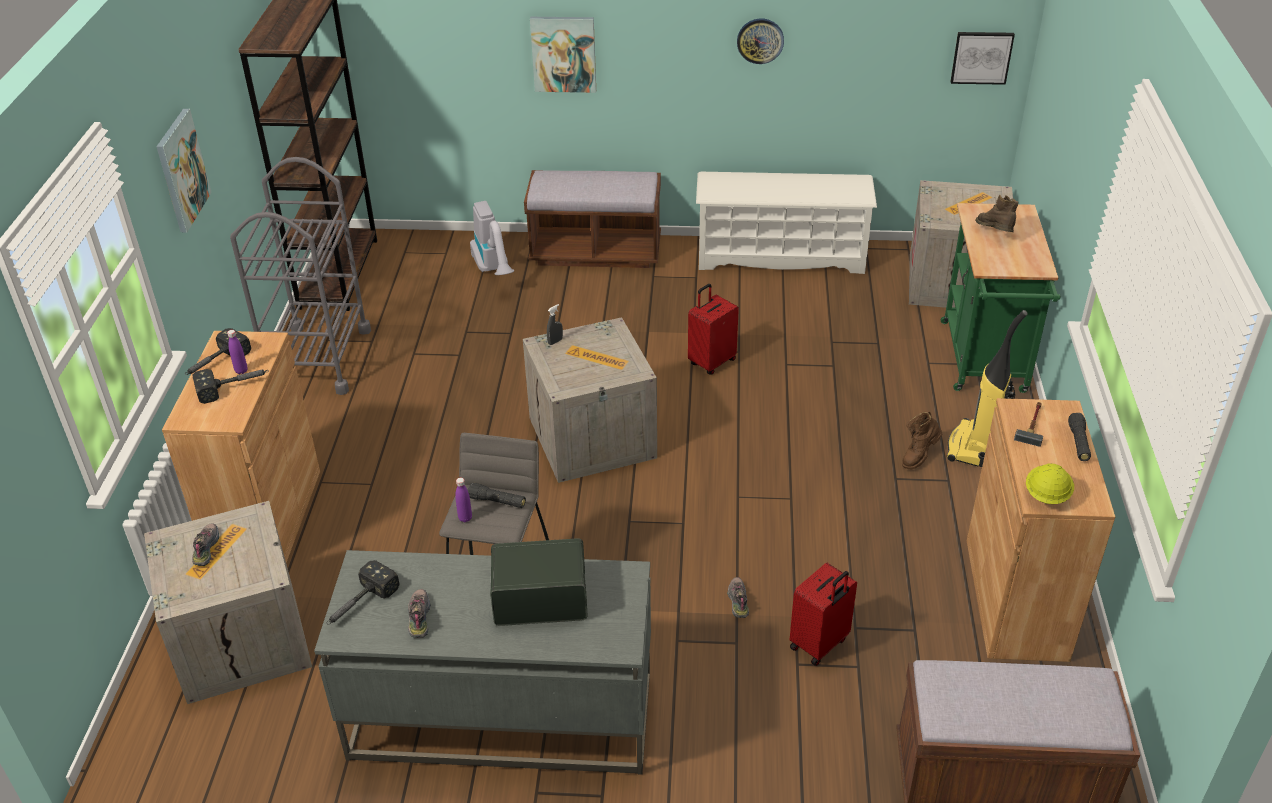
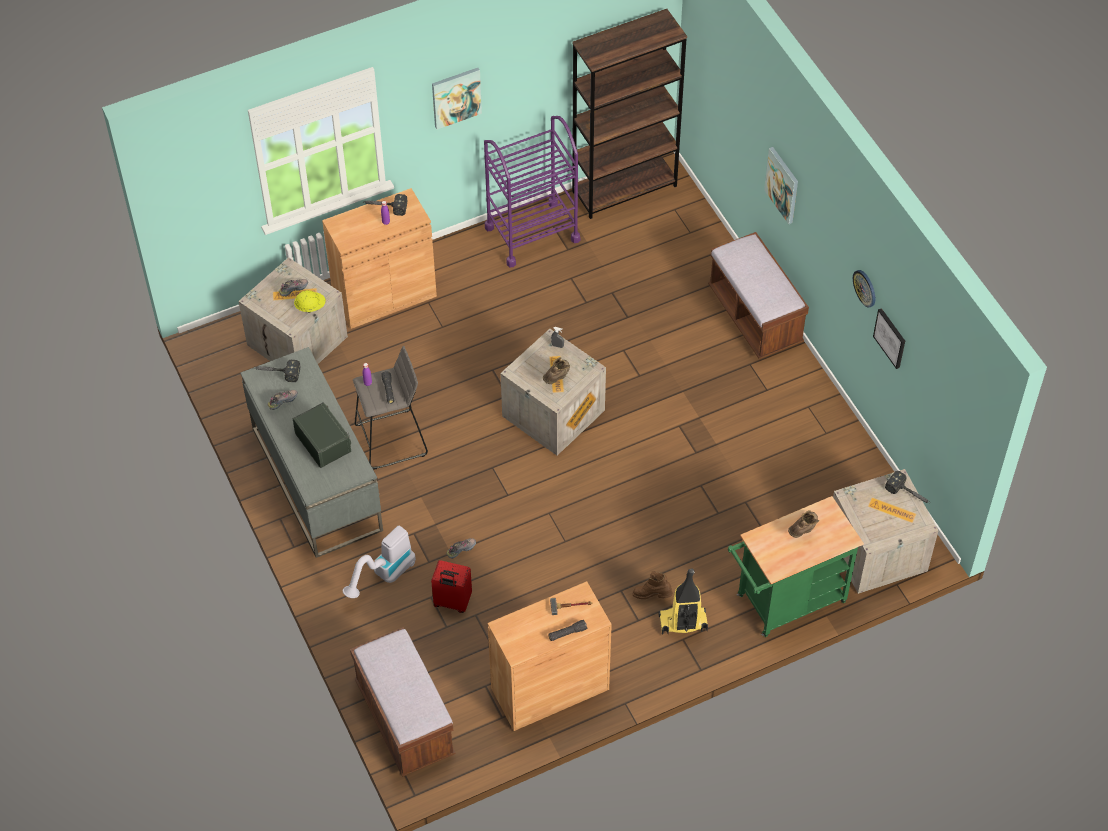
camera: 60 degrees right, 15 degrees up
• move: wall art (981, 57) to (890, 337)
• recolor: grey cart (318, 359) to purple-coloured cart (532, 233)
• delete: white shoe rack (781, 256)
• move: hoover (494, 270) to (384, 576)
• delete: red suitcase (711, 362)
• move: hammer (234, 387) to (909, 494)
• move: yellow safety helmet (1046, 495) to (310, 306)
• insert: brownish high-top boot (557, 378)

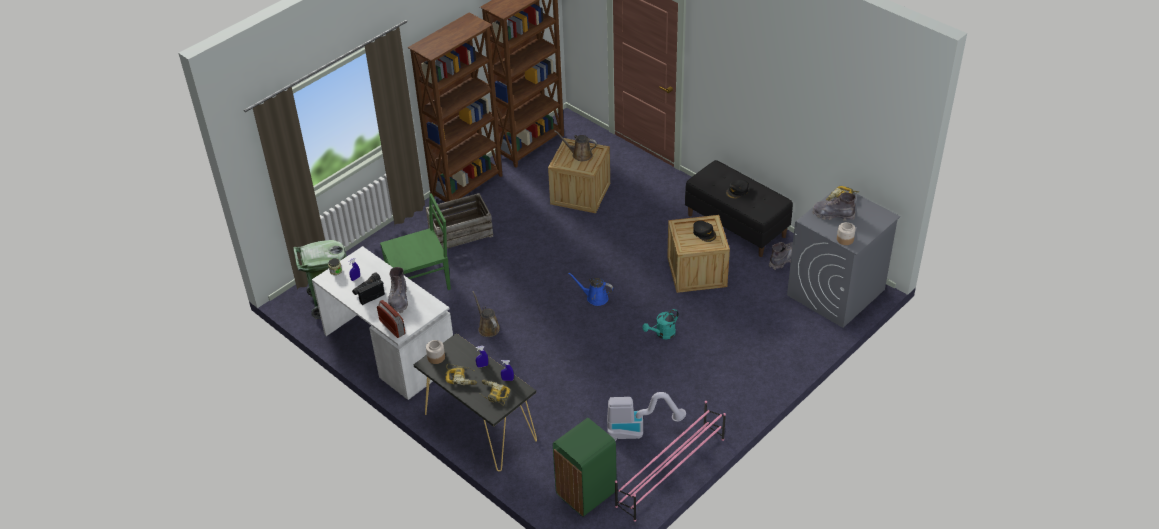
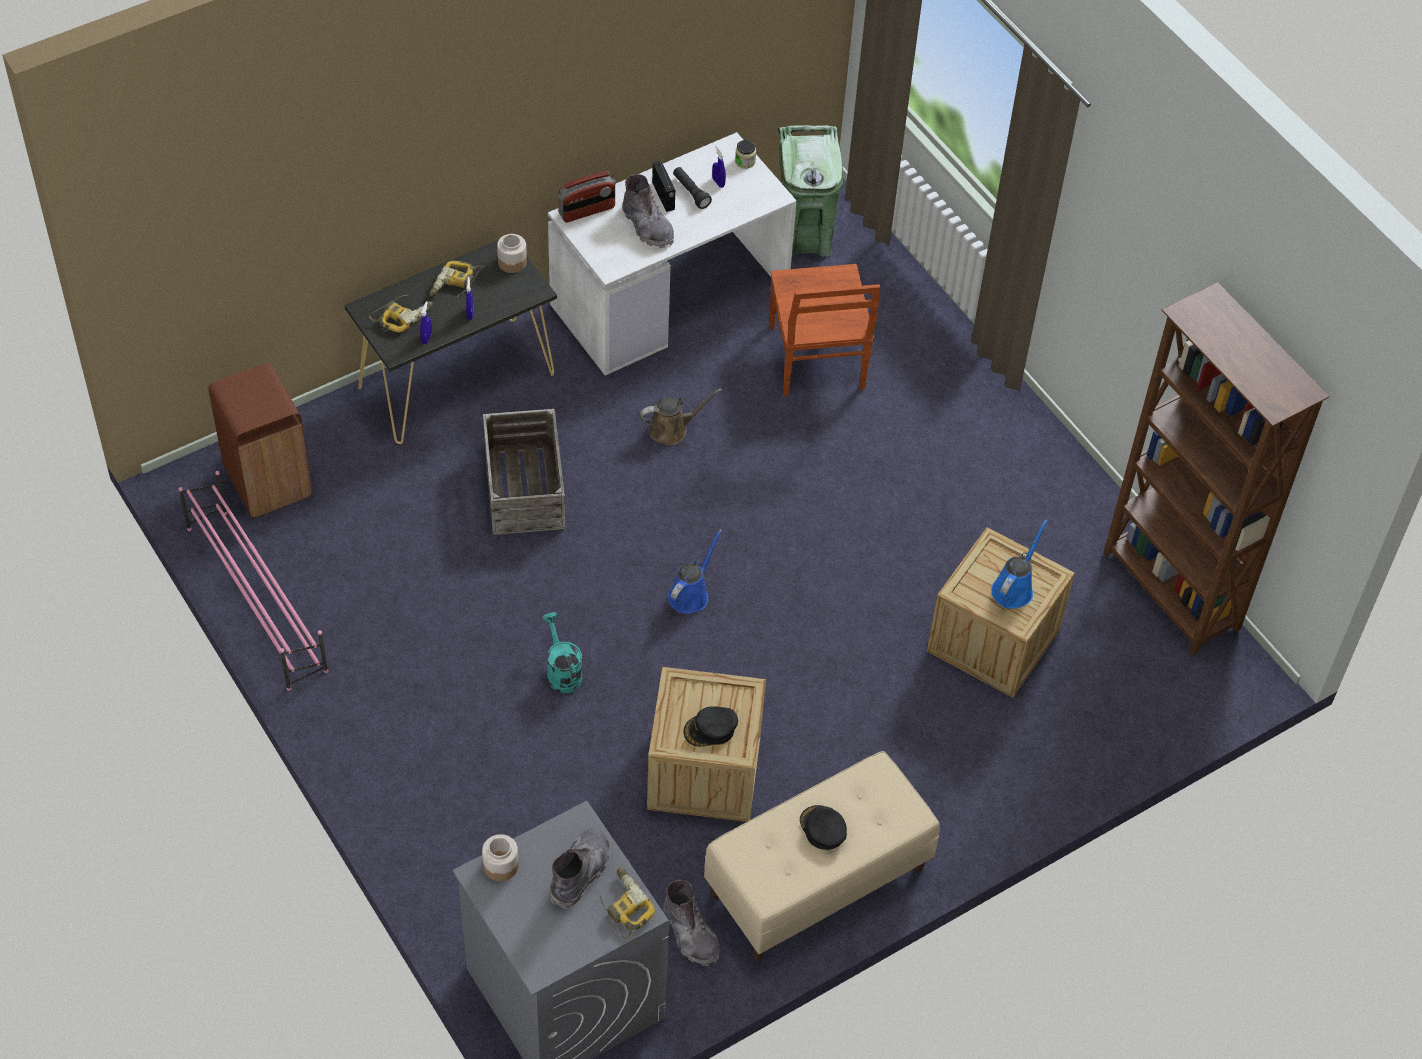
camera: 100 degrees right, 10 degrees up
• delete: brownish shelving unit (468, 186)
• recolor: brownish sprinkling can (580, 155) to blue sprinkling can (1014, 588)
• recolor: blackish long seat (737, 225) to beige-coloured long seat (817, 883)
• recolor: green-coloured plain chair (420, 282) to brownish plain chair (816, 359)
• move: packing crate (460, 233) to (523, 488)
• rotate: grey high-top boot (399, 299) = (647, 226) 135 degrees counterclockwise
• delete: hoover (638, 430)
• recolor: green-coloured trash can (585, 493) to brownish trash can (269, 481)

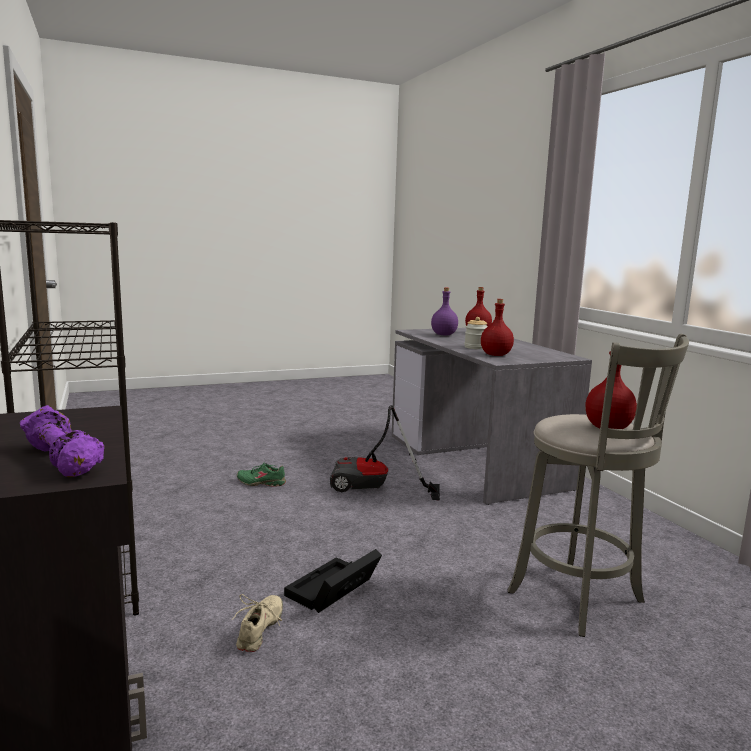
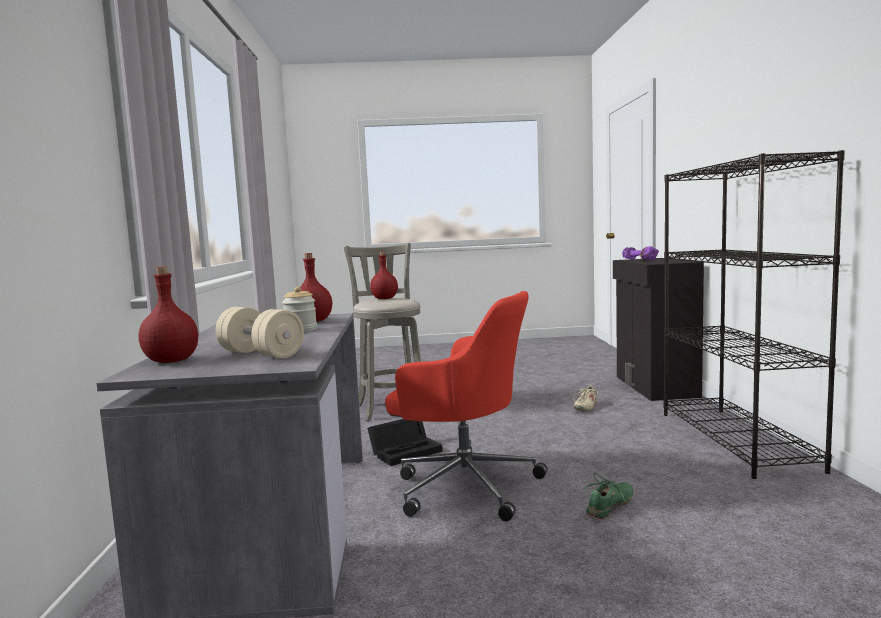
camera: 160 degrees left, 5 degrees down
• replace: purple-coloured bottle (444, 335) to beige-coloured dumbbell (261, 354)
• replace: hoover (374, 490) to red office chair (464, 485)
• rotate: green-coloured item of footwear (261, 483) = (610, 507) 75 degrees counterclockwise
• move: blackish storage bin (332, 591) to (406, 451)

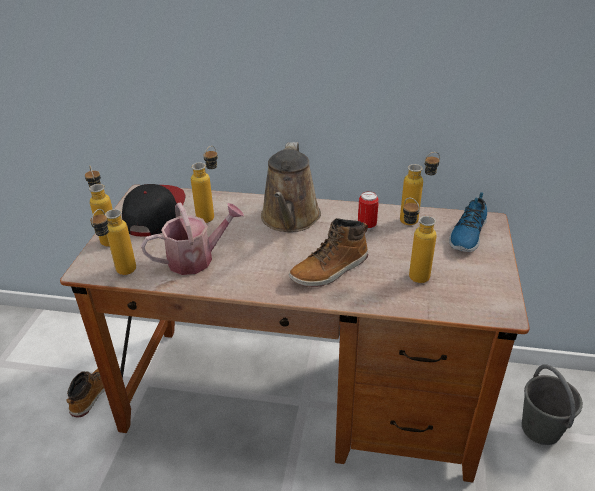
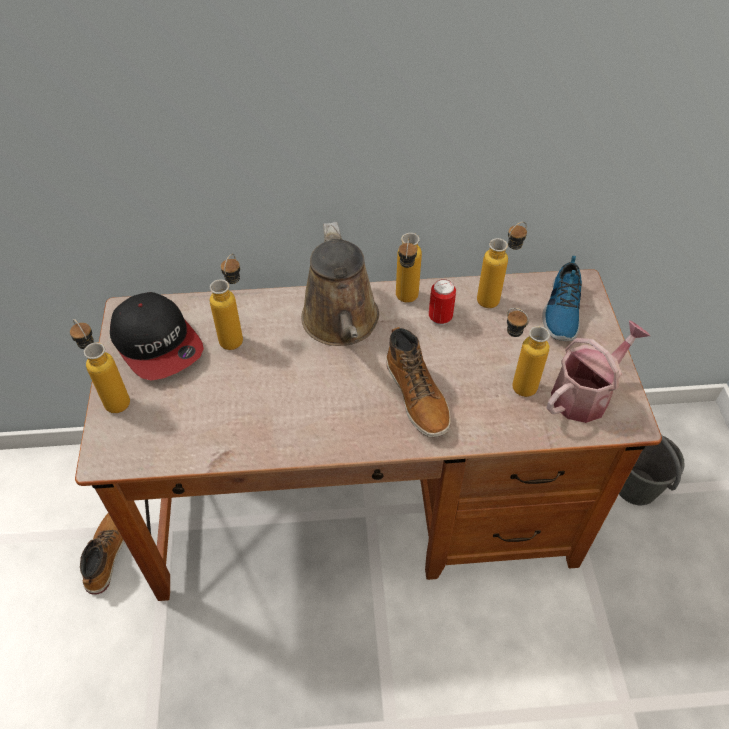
camera: 15 degrees left, 15 degrees up
• rotate: cap (154, 212) = (158, 343) 150 degrees clockwise
• move: sprinkling can (197, 259) to (585, 394)
• move: bottle (121, 274) to (405, 302)
• rotate: high-top boot (330, 270) = (417, 396) 60 degrees counterclockwise

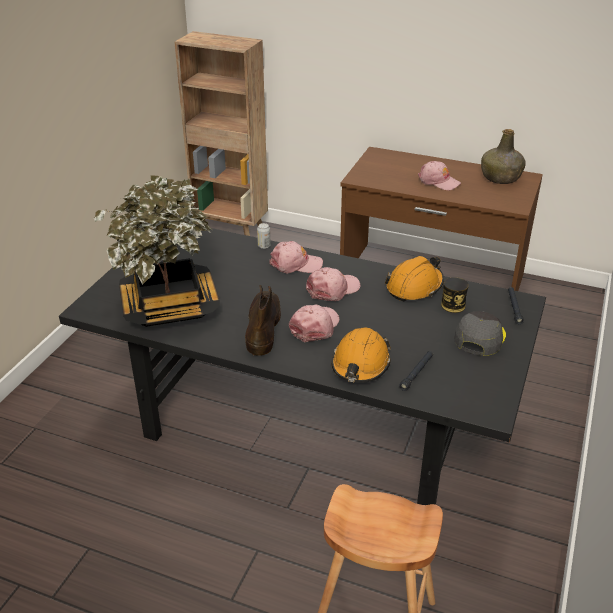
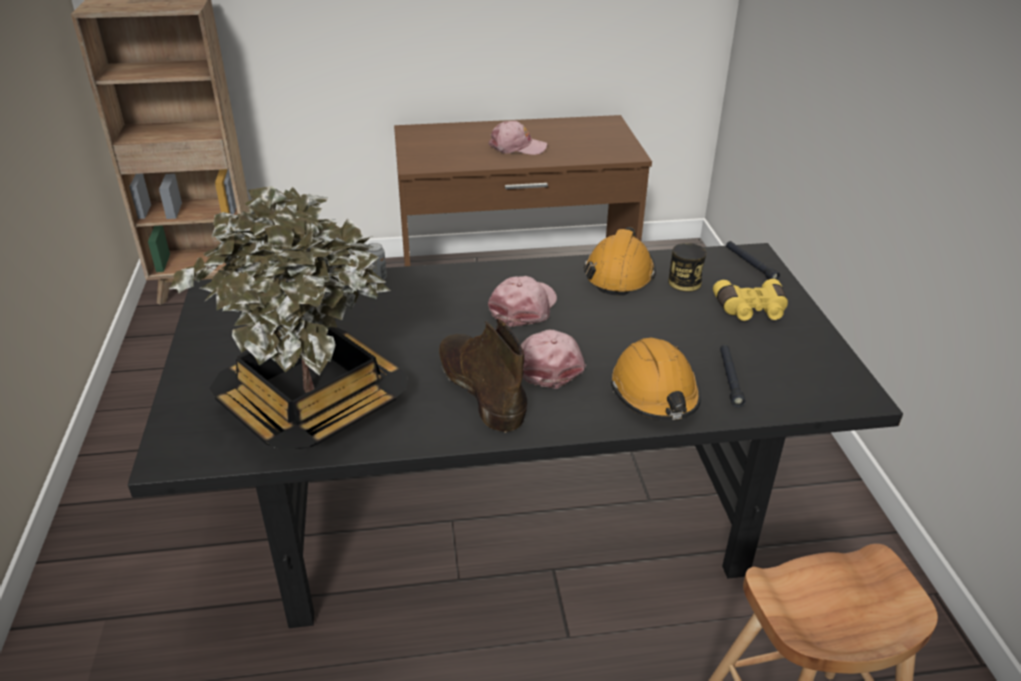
camera: 30 degrees left, 0 degrees up
• delete: green-coloured bottle (501, 178)
• delete: pink-coloured cap (295, 264)
• replace: grey cap (479, 337) to yellow binoculars (751, 310)

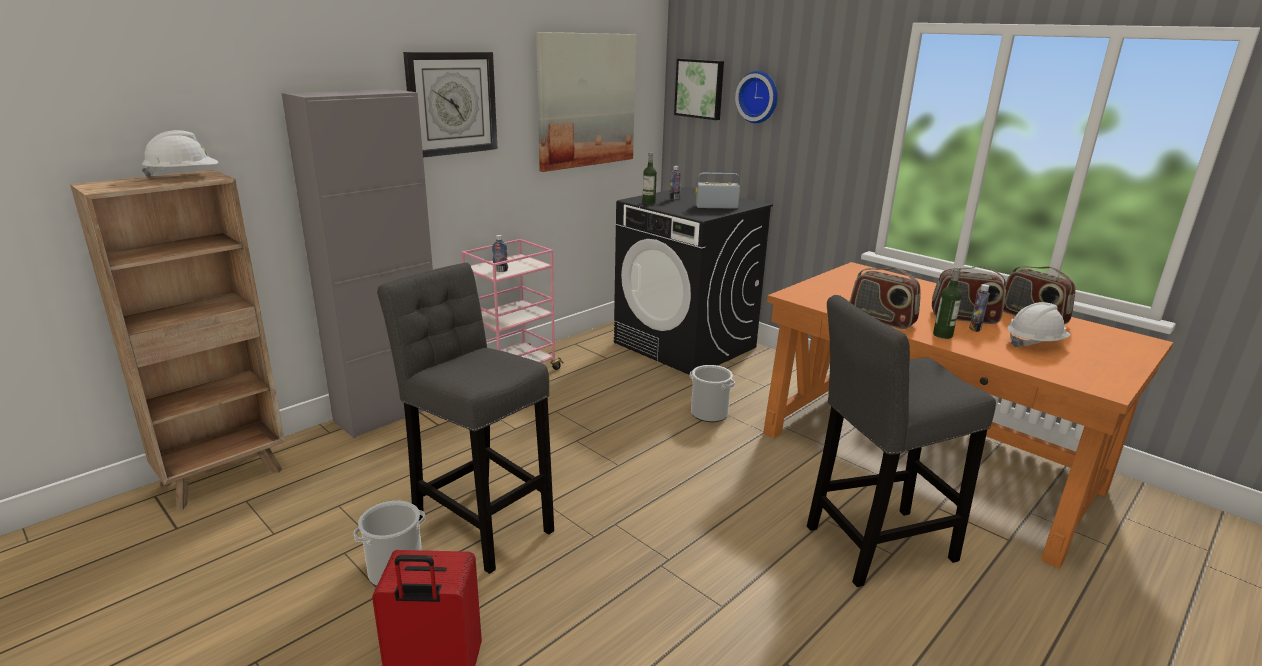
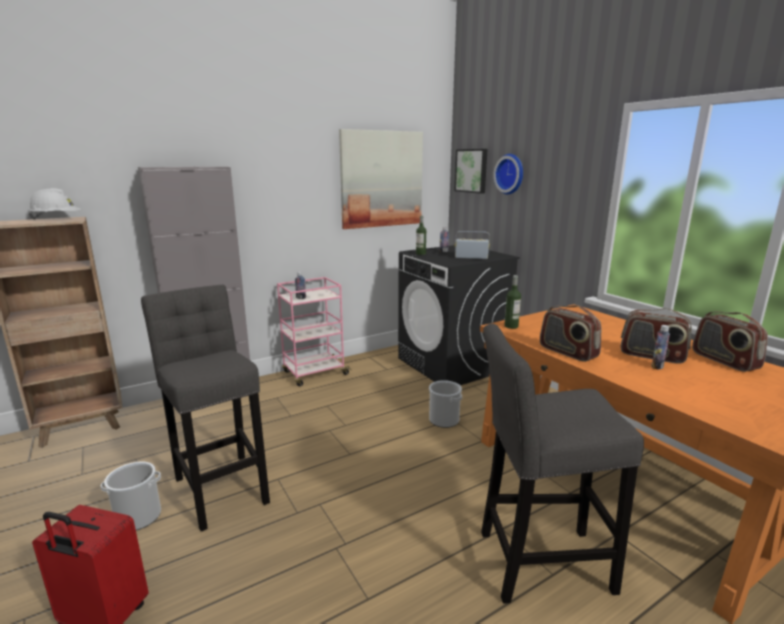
camera: 15 degrees right, 5 degrees down
• delete: wall clock (452, 103)
• move: bottle (942, 335) to (511, 326)
• delete: white safety helmet (1034, 343)

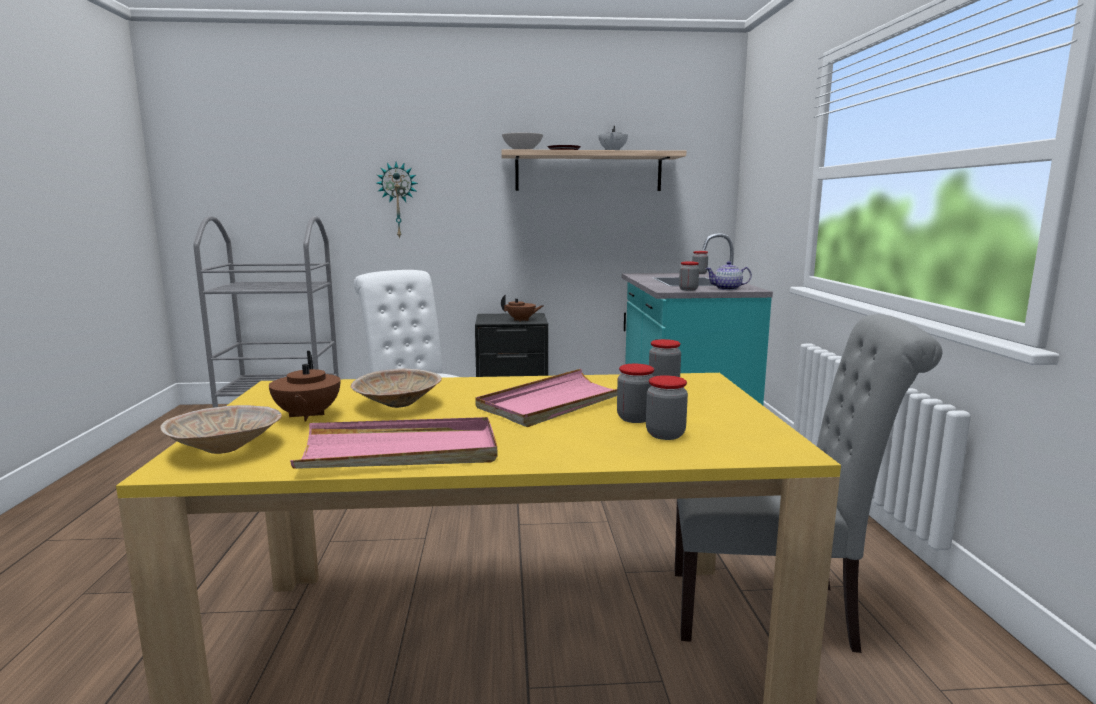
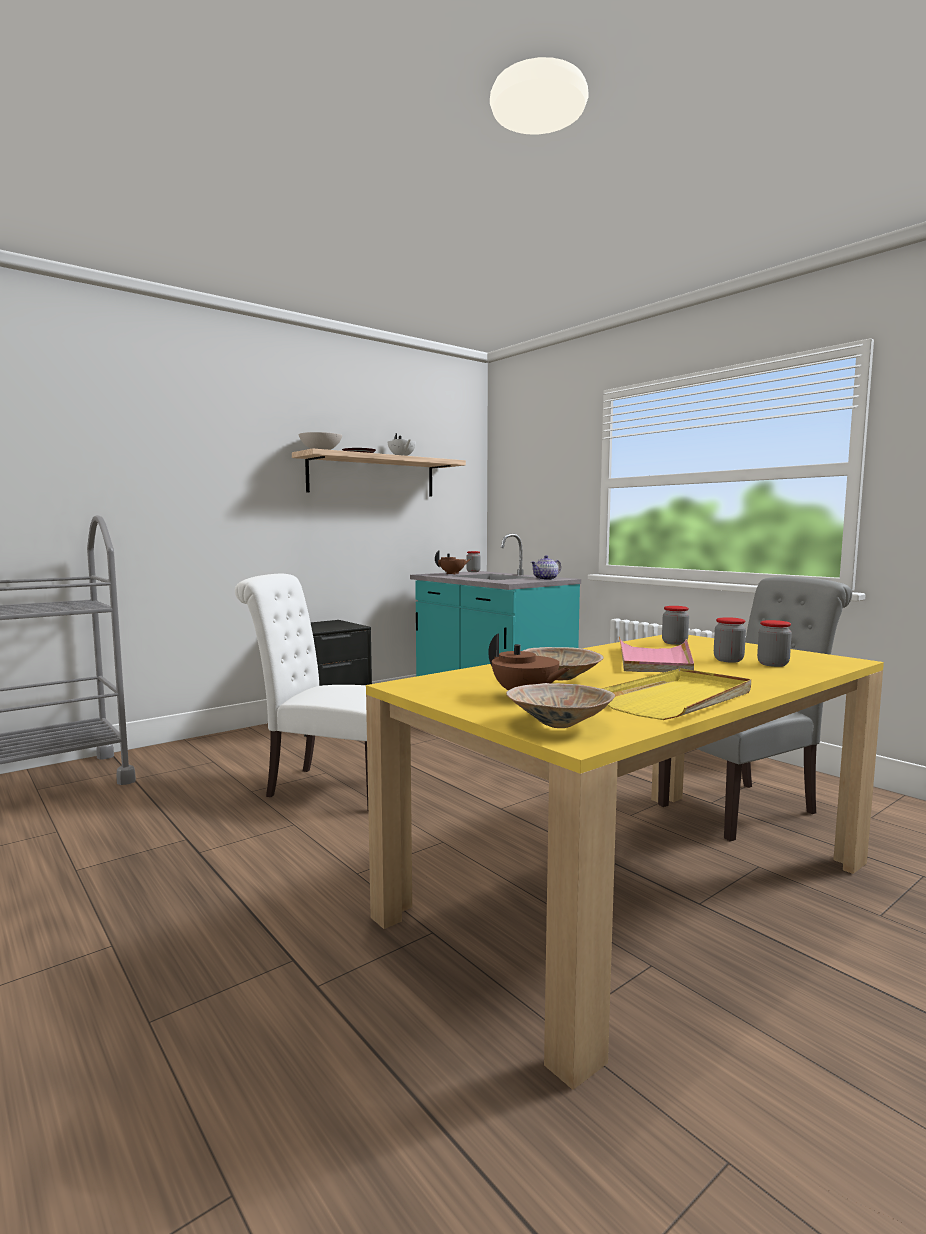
camera: 35 degrees left, 5 degrees down
• delete: wall clock (398, 200)
• delete: preserve jar (688, 289)
• move: brownish teapot (521, 320) to (452, 573)
• recolor: pink-coloured tray (400, 451) to yellow tray (679, 699)

